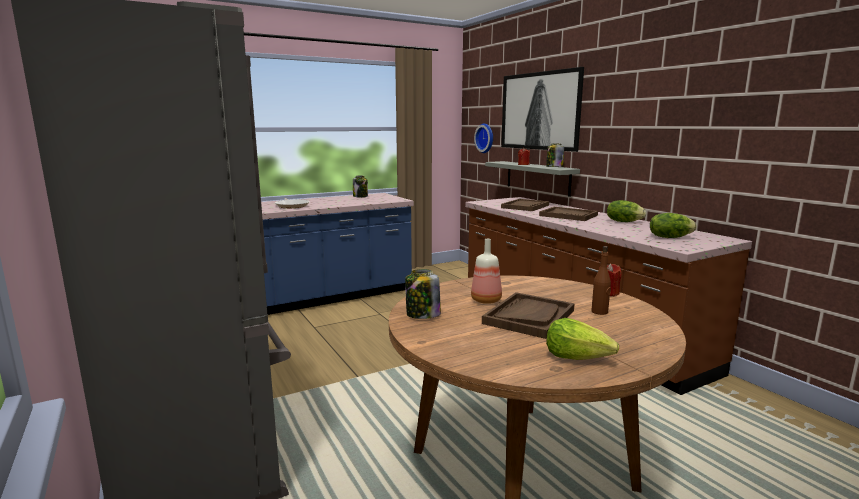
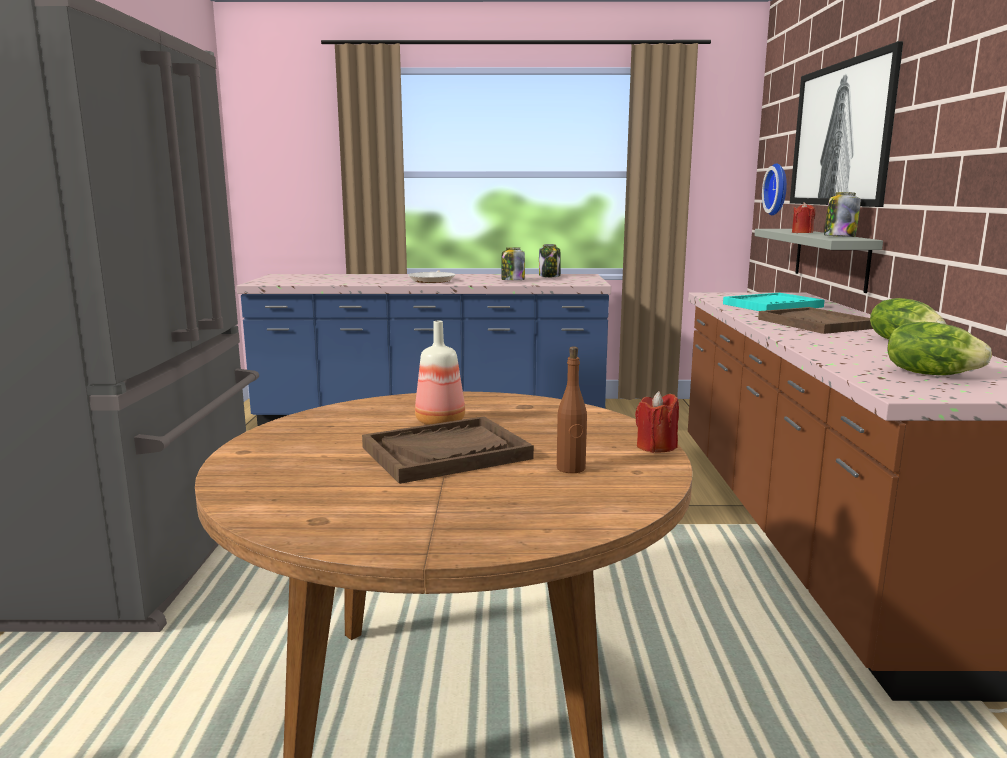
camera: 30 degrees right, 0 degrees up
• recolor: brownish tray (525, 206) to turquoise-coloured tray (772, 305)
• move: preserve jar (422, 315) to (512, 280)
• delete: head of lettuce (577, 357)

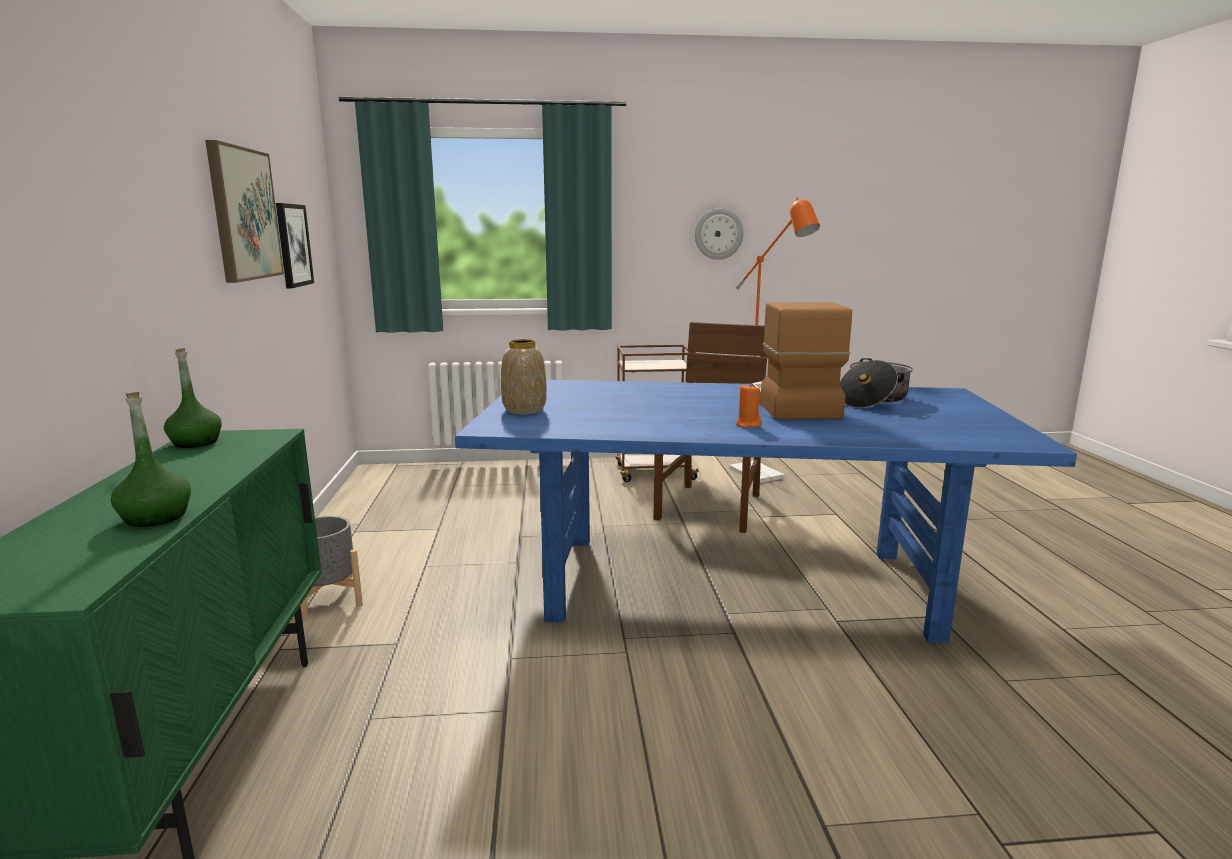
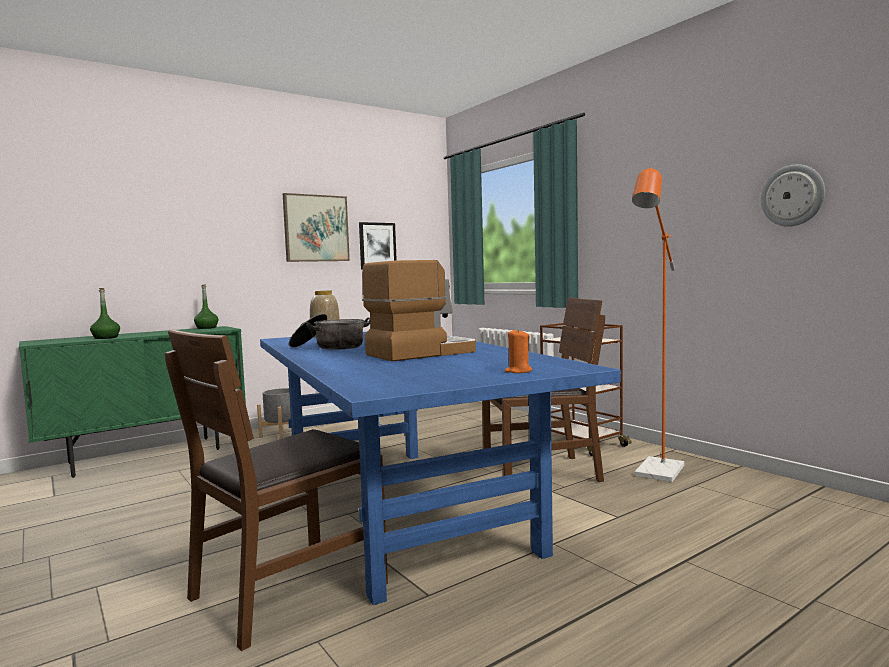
camera: 60 degrees right, 10 degrees down
• move: wall clock (718, 234) to (792, 195)
• move: cooking pot (873, 400) to (329, 347)
• move: orangey wax light (748, 424) to (518, 371)
• insert: brownish plain chair (288, 589)

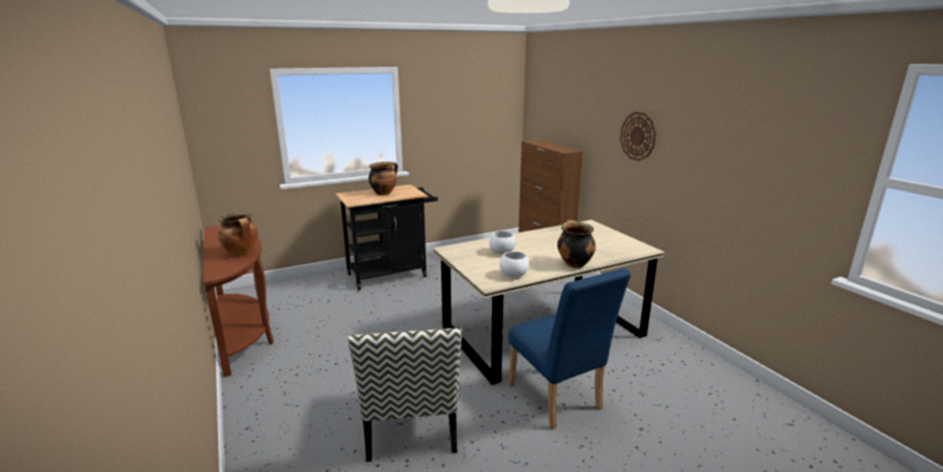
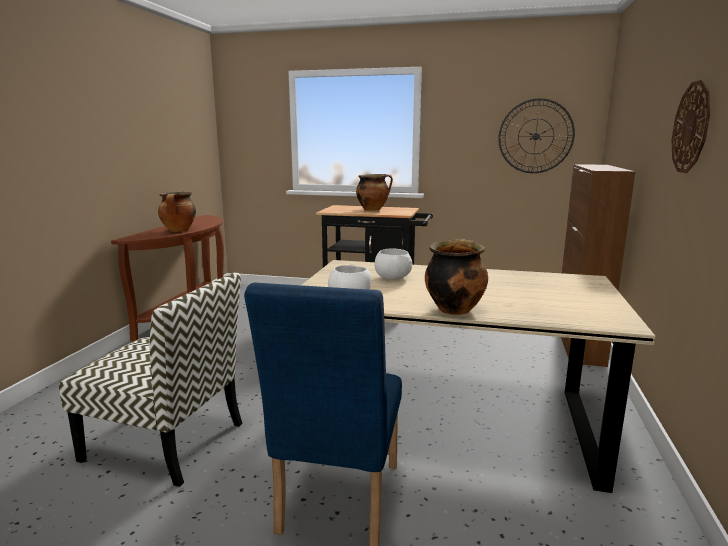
camera: 40 degrees right, 5 degrees down
• rotate: plain chair (411, 424) = (167, 441) 105 degrees counterclockwise
• insert: wall clock (535, 136)

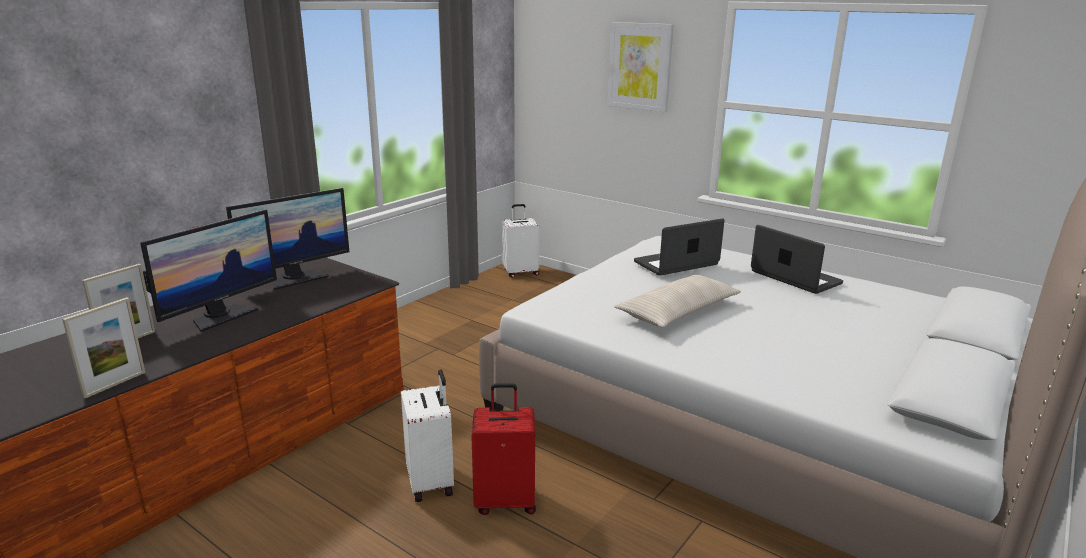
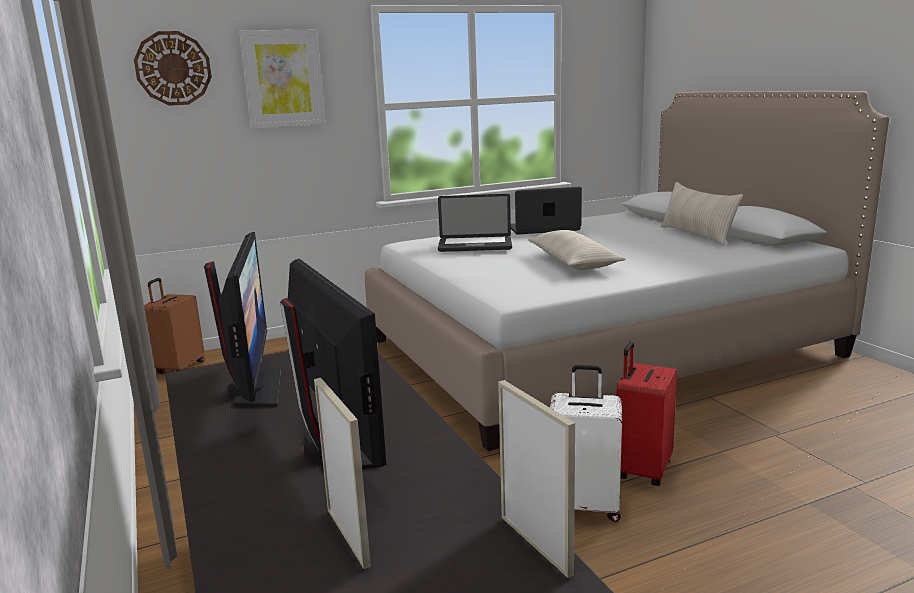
camera: 60 degrees left, 5 degrees down
• recolor: white suitcase (521, 272) to brownish suitcase (179, 368)
• rotate: notebook computer (676, 263) = (475, 246) 90 degrees counterclockwise
• insert: wall clock (173, 68)
• insert: beige-coloured throw pillow (697, 235)

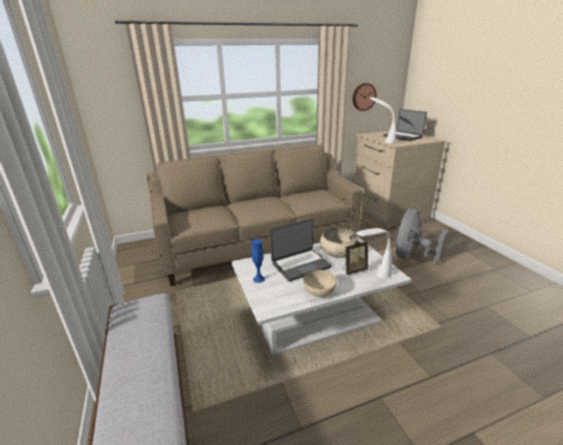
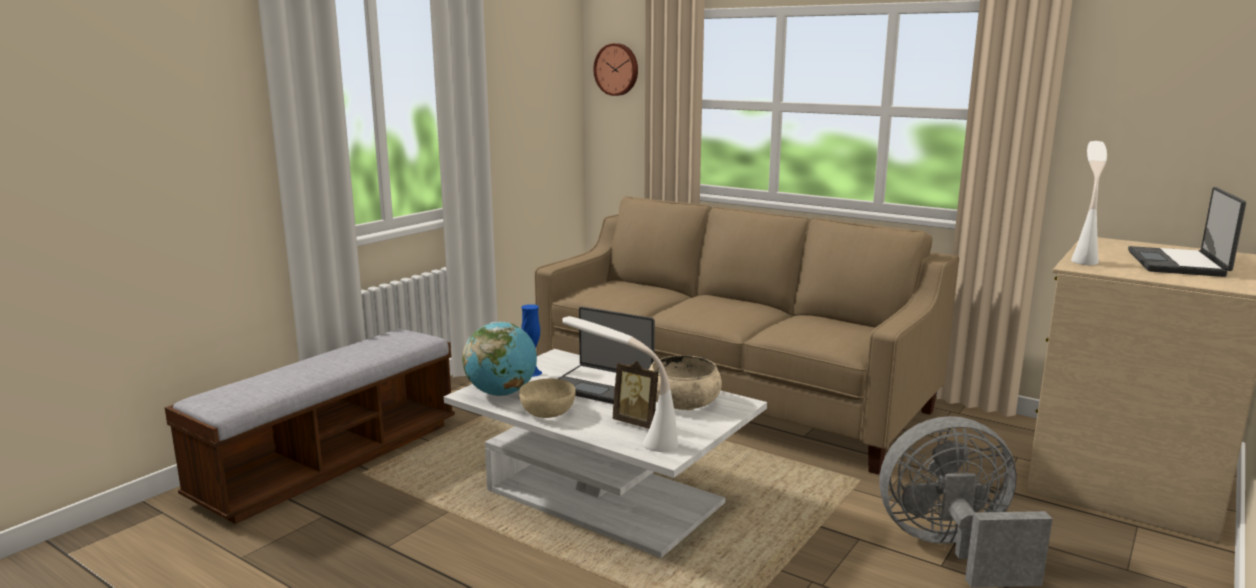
camera: 55 degrees right, 10 degrees down
• move: wall clock (363, 97) to (617, 69)
• insert: desk globe (502, 393)

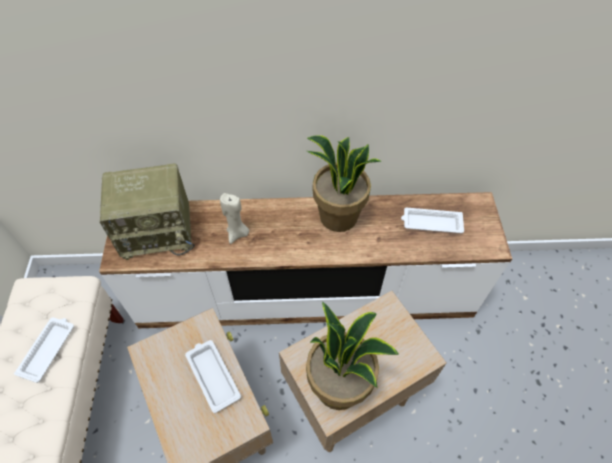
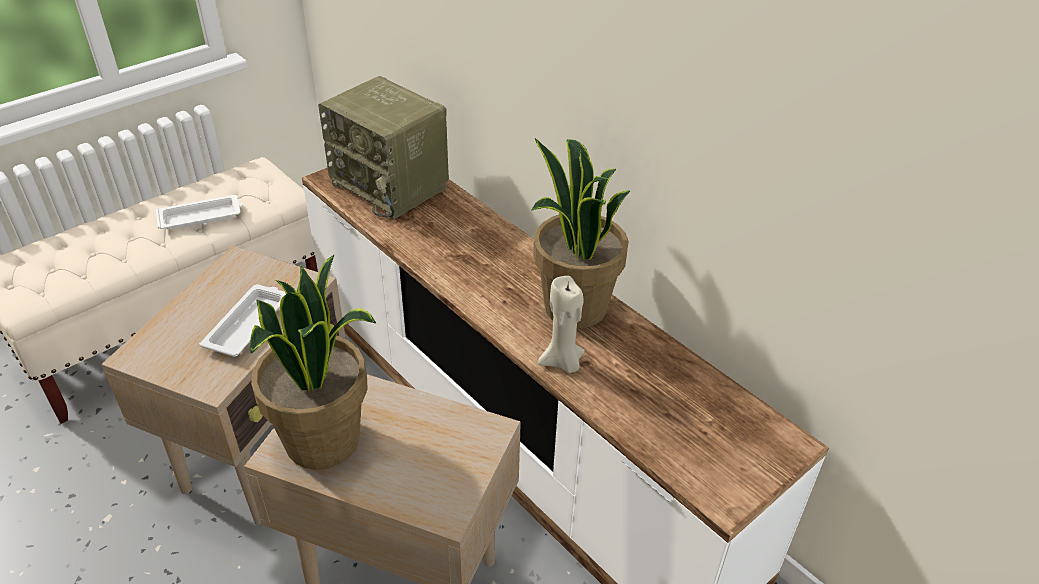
camera: 50 degrees right, 15 degrees down
• move: beige-coloured wax light (237, 233) to (562, 362)
• delete: white tray (431, 223)

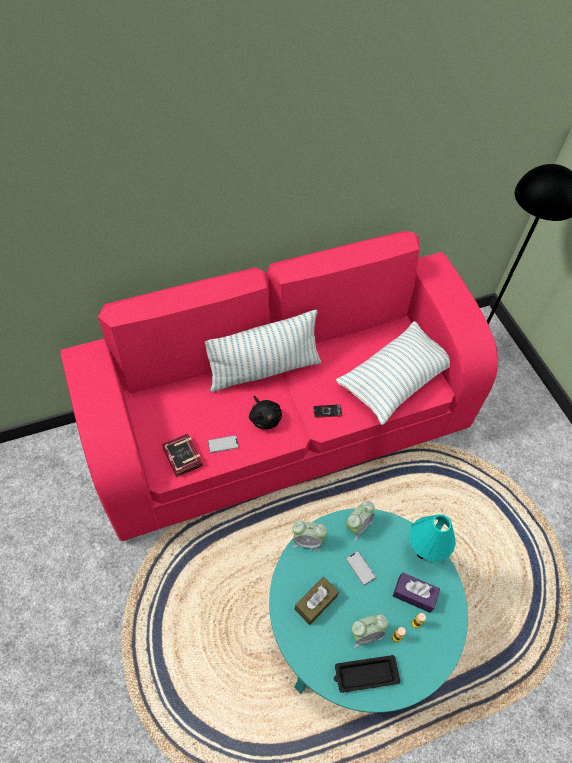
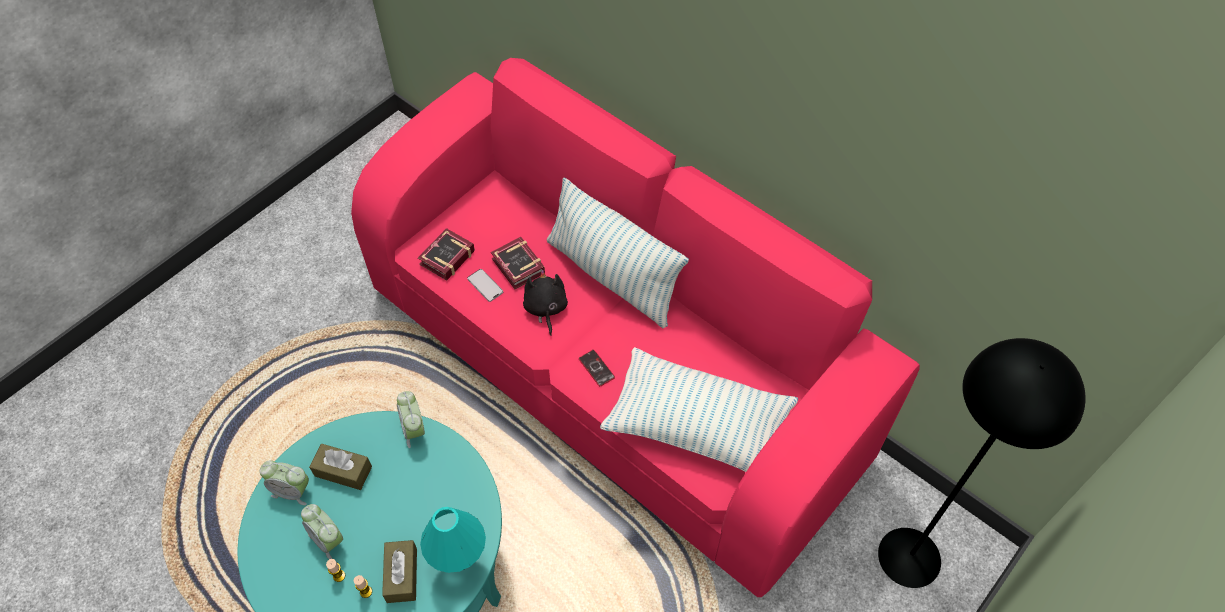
camera: 65 degrees right, 0 degrees up
• rotate: blackish plush toy (265, 418) = (545, 308) 135 degrees clockwise
• move: alarm clock (357, 526) to (292, 491)
• delete: phone (360, 568)
• recolor: purple-coloured tissue holder (414, 594) to brownish tissue holder (402, 575)
• delete: blackish tray (365, 674)
• insert: volume (518, 268)

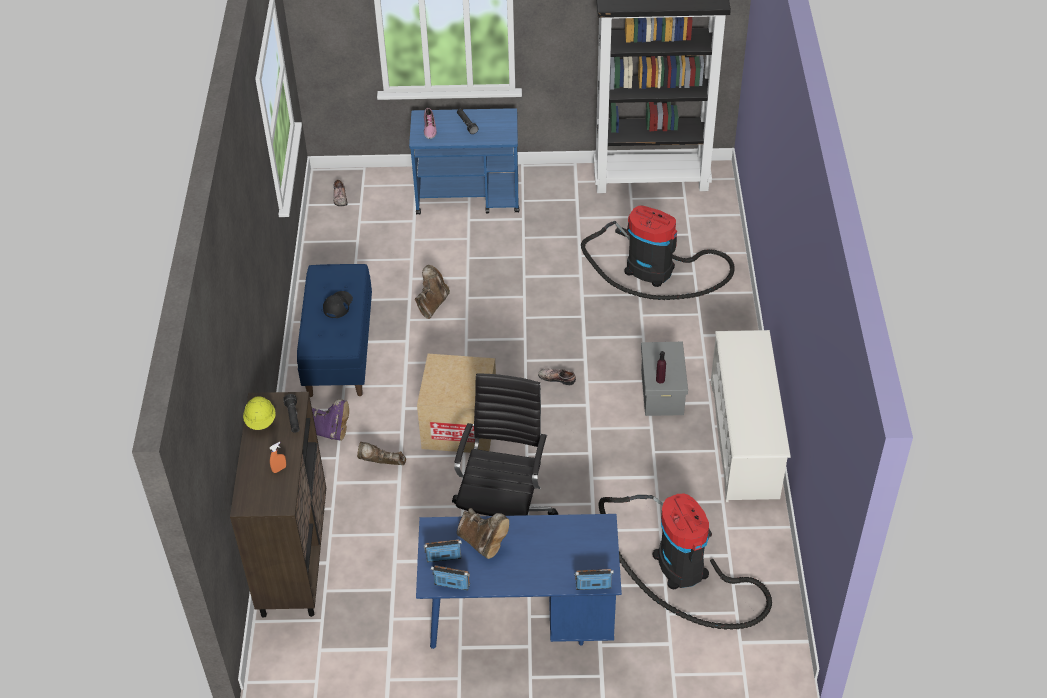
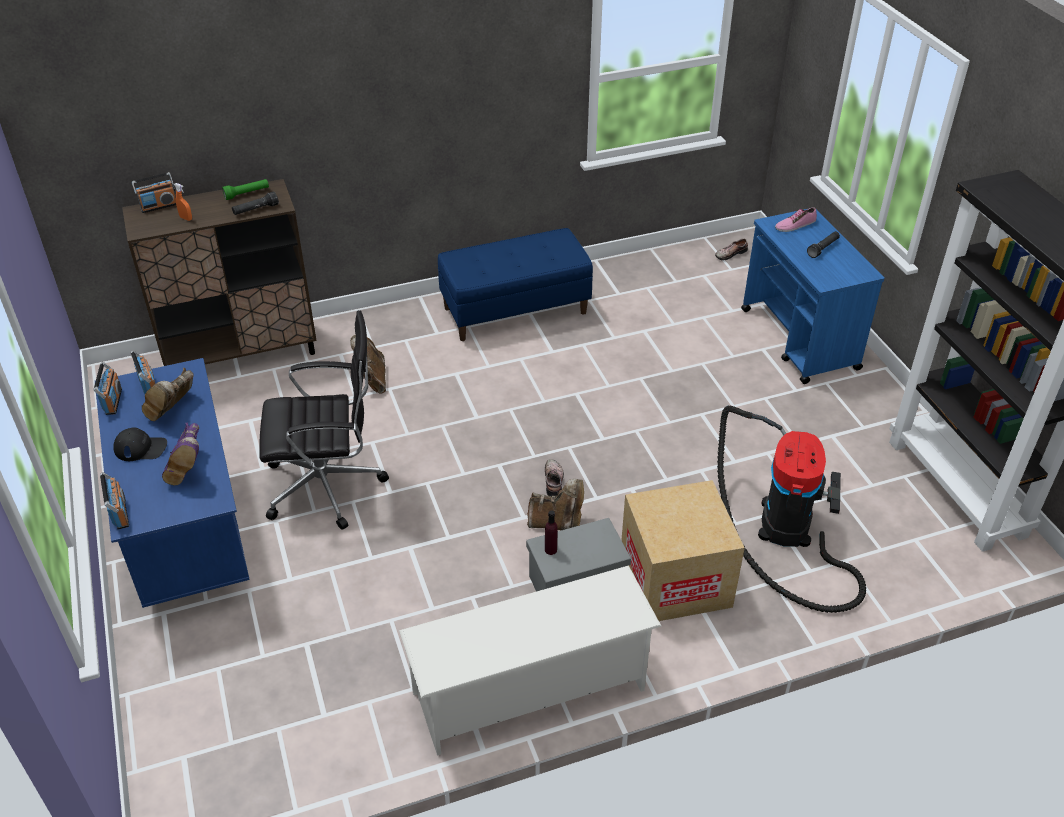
camera: 70 degrees right, 5 degrees down
• move: brownish high-top boot (432, 304) to (557, 523)
• move: blackish cap (338, 305) to (141, 448)
• move: carton (459, 425) to (675, 580)
• replace: yellow safety helmet (261, 421) to green-coloured flashlight (247, 194)
• move: purple-coloured high-top boot (329, 432) to (188, 469)
• delete: hoover (685, 570)
• insert: radio (159, 206)

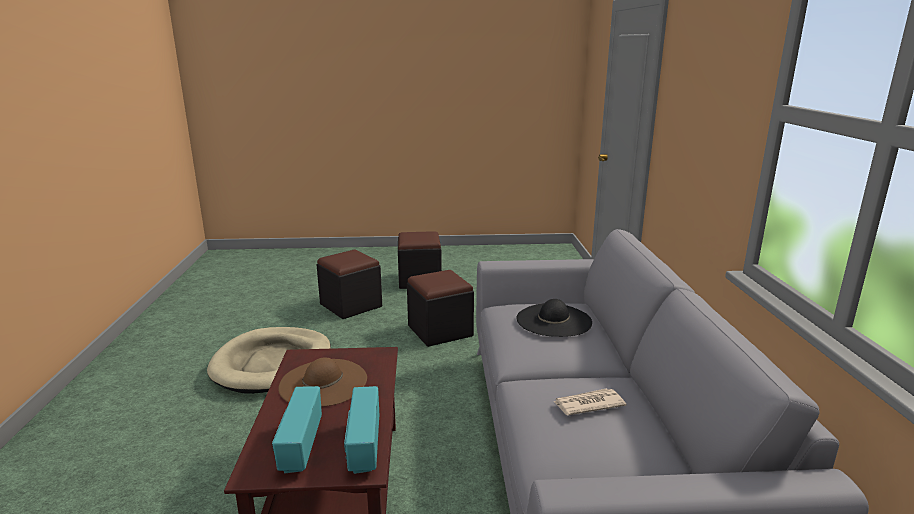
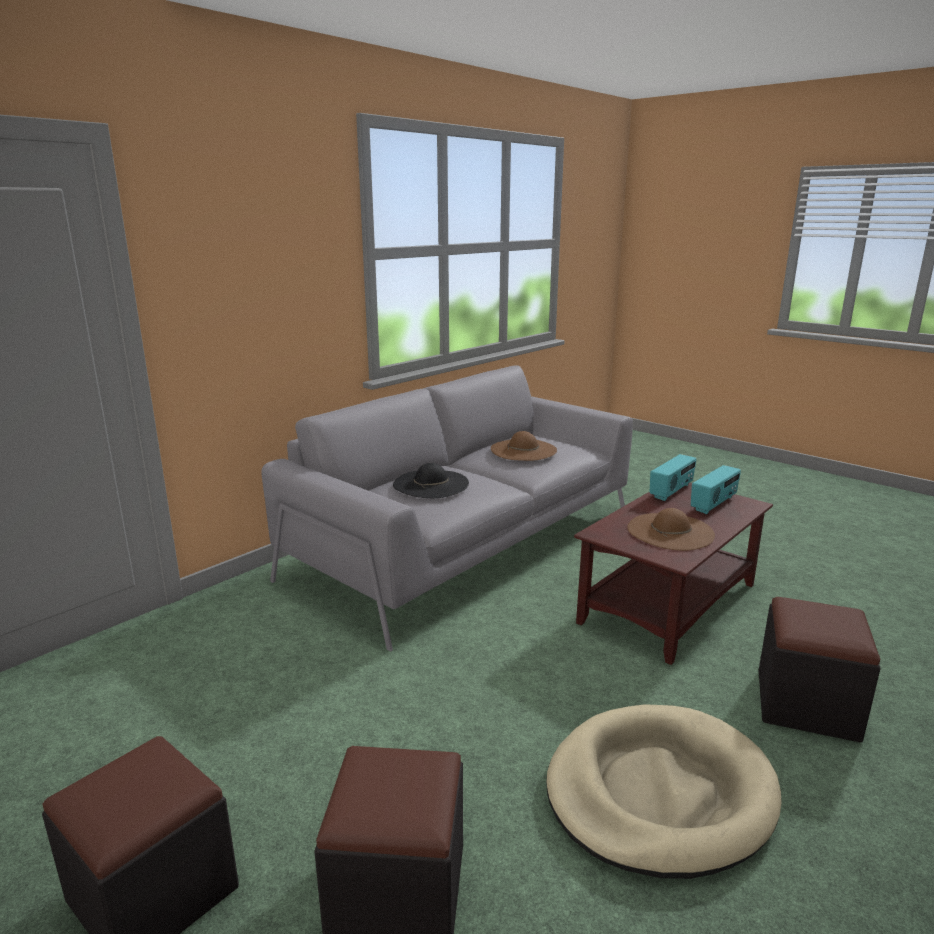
camera: 135 degrees left, 0 degrees up
• move: blackish pouffe (440, 331) to (806, 704)
• replace: printed paper (588, 404) to brownish clothing hat (523, 450)

